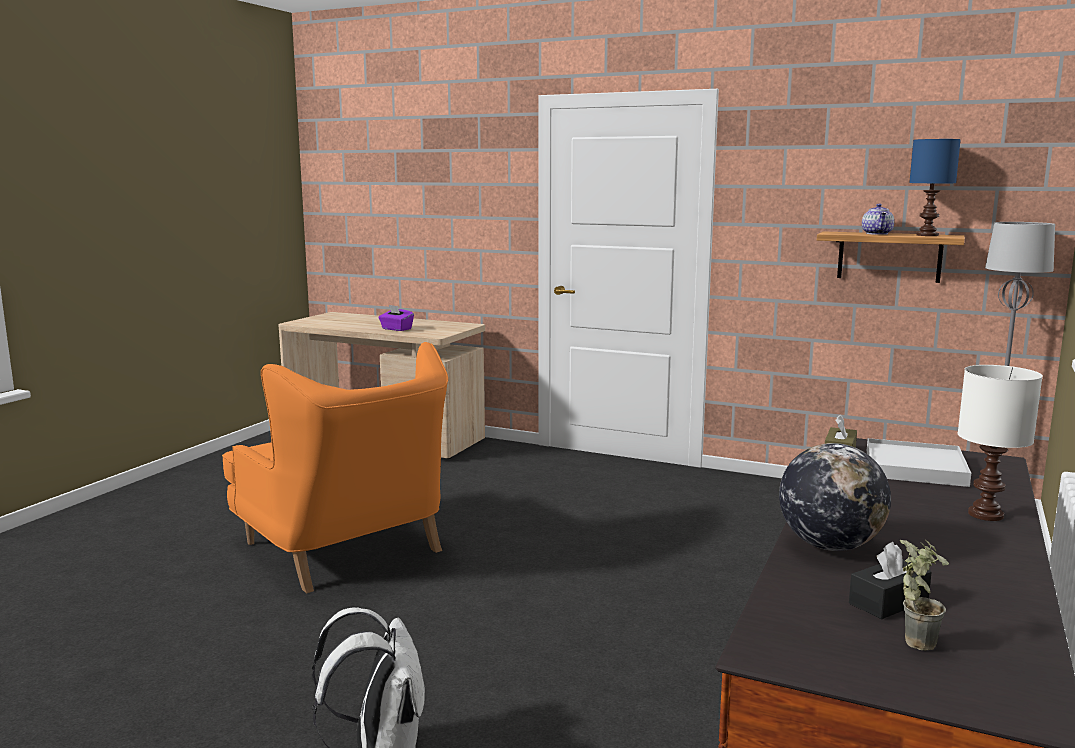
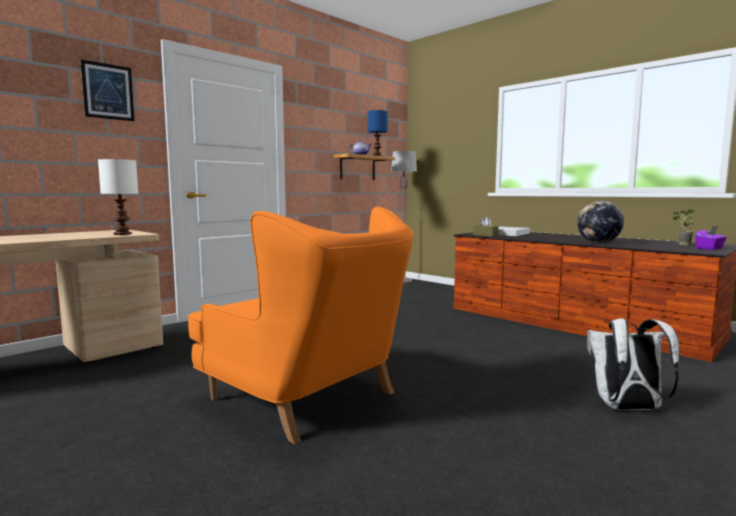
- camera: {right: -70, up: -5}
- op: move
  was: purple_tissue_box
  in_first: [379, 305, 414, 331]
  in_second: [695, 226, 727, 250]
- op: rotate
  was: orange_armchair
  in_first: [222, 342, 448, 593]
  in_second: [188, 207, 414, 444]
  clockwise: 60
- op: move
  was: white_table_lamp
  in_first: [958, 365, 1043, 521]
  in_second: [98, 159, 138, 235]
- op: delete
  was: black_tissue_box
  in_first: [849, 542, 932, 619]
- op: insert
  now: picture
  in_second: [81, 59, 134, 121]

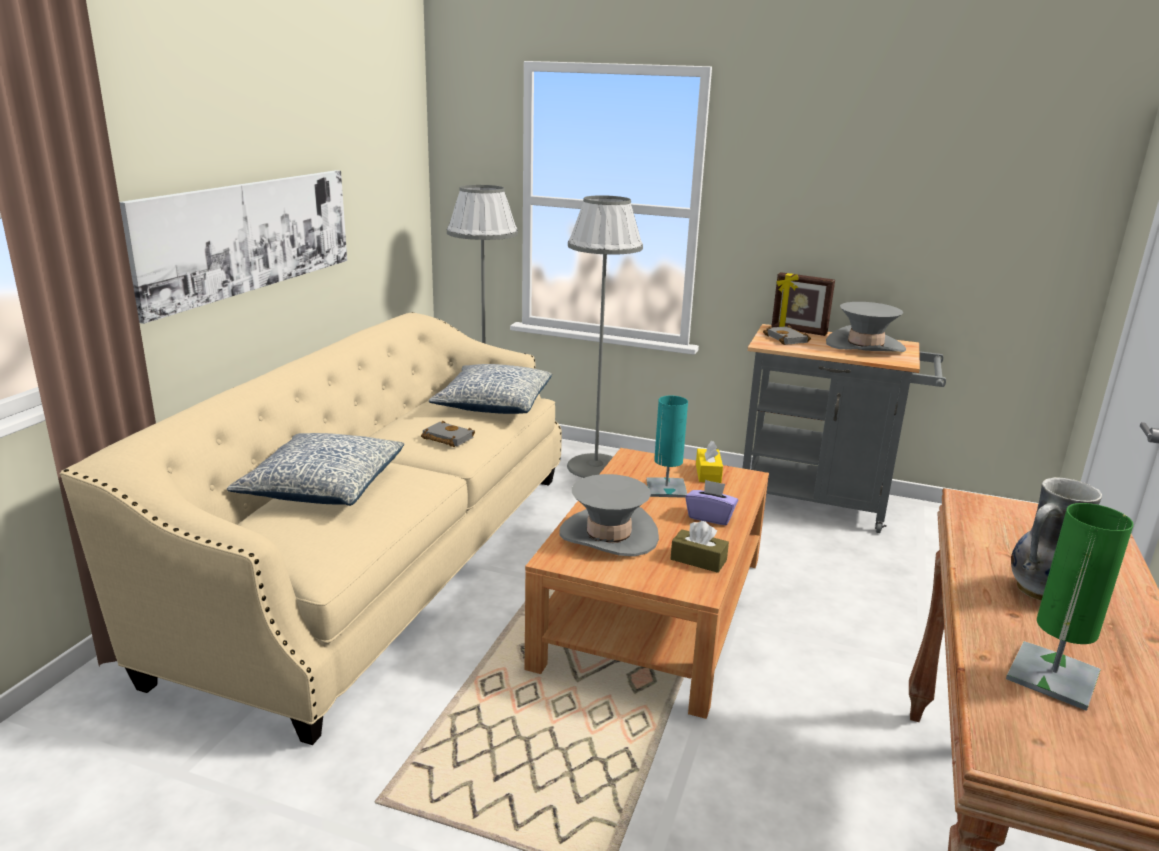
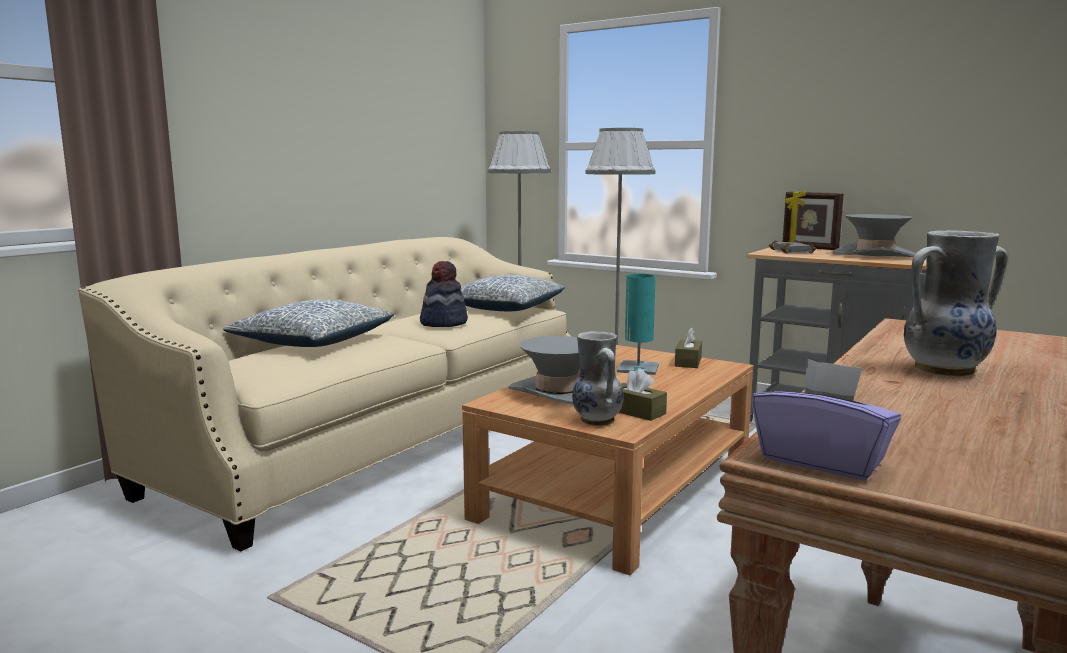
- camera: {right: 15, up: -10}
- op: delete
  was: picture
  in_first: [119, 170, 347, 324]
- op: replace
  was: grey_book
  now: hat
  in_first: [421, 421, 475, 447]
  in_second: [420, 261, 468, 327]
- op: recolor
  was: yellow_tissue_box
  now: brown_tissue_box
  in_first: [696, 441, 723, 483]
  in_second: [675, 327, 702, 368]
- op: move
  was: purple_tissue_box
  in_first: [685, 480, 738, 525]
  in_second: [752, 359, 901, 480]
- op: delete
  was: green_table_lamp
  in_first: [1006, 503, 1134, 711]
- op: insert
  now: vase
  in_second: [572, 331, 623, 426]

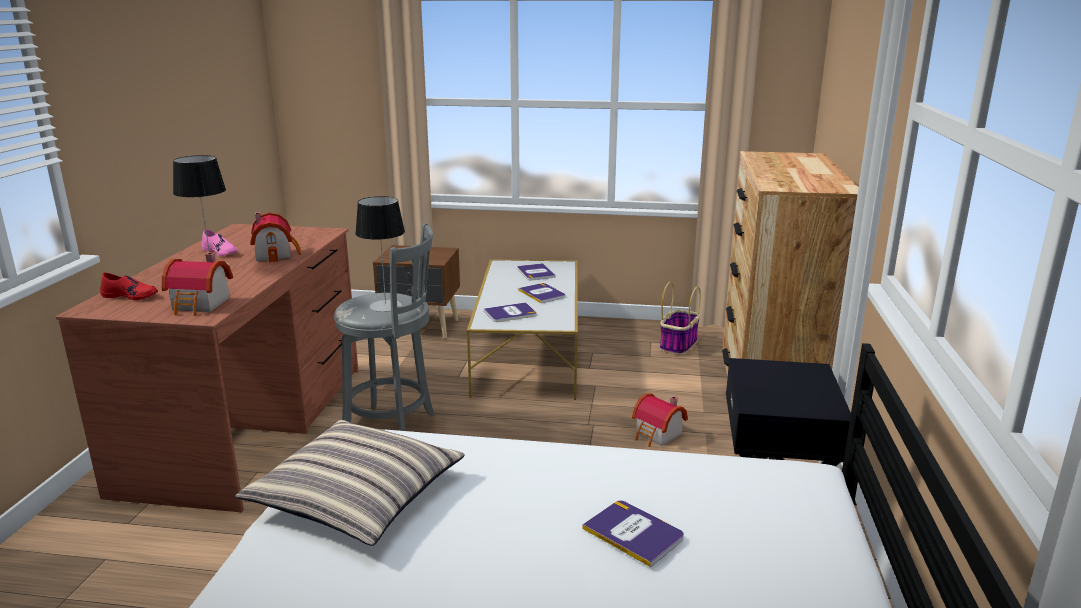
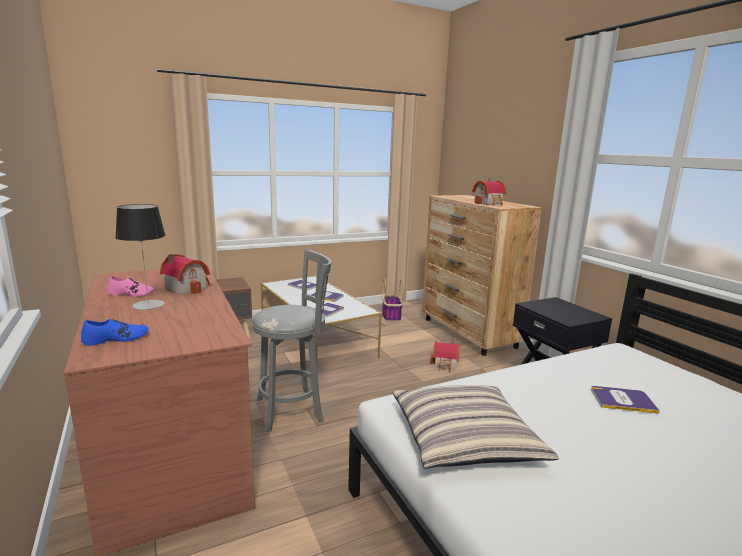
- camera: {right: -35, up: -5}
- op: delete
  was: table_lamp
  in_first: [355, 196, 405, 312]
- op: move
  was: toy_house
  in_first: [162, 253, 233, 316]
  in_second: [472, 178, 506, 206]
- op: recolor
  was: red_shoe
  now: blue_shoe
  in_first: [100, 272, 158, 300]
  in_second: [81, 319, 149, 346]

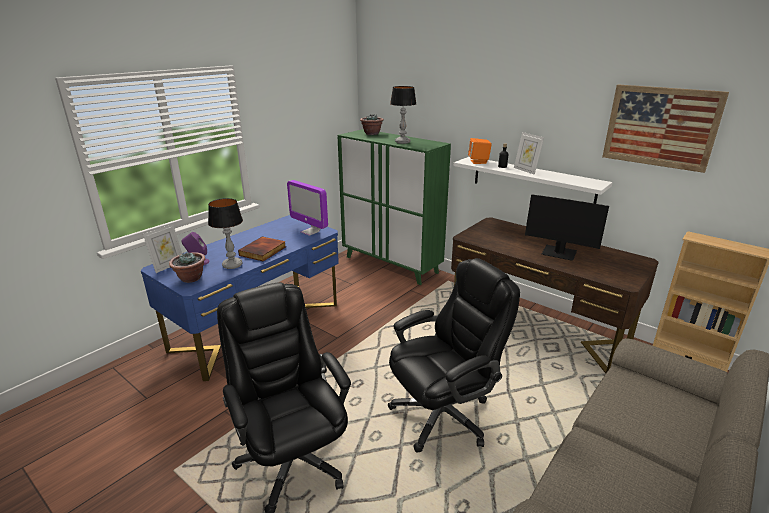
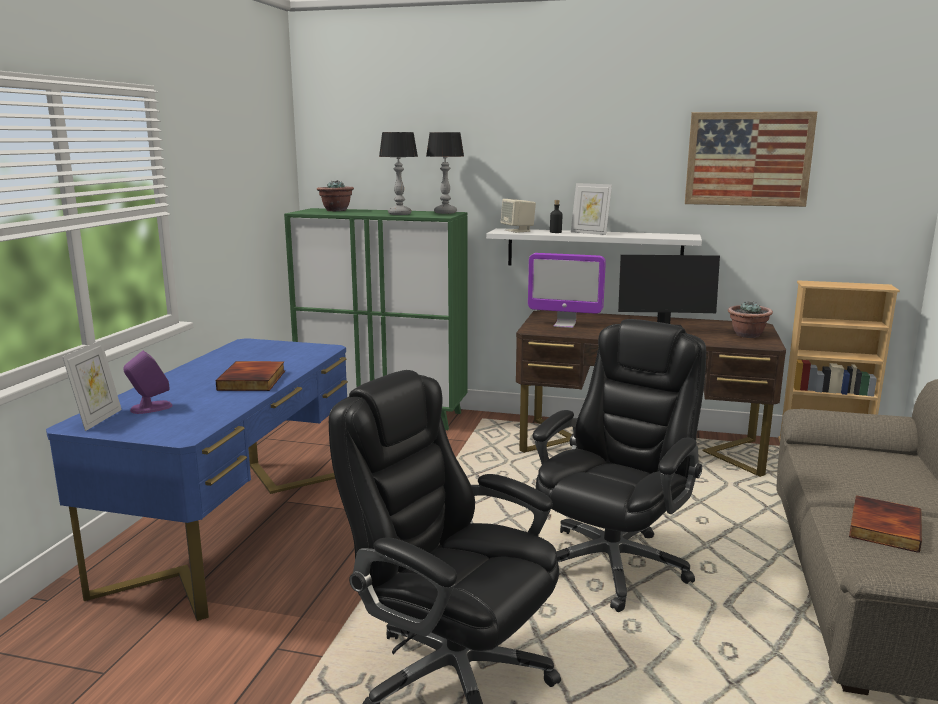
- camera: {right: -25, up: -10}
- op: recolor
  was: orange_speaker
  now: beige_speaker
  in_first: [468, 138, 492, 164]
  in_second: [501, 199, 536, 233]
- op: move
  was: monitor
  in_first: [287, 180, 328, 236]
  in_second: [528, 253, 606, 328]
- op: move
  was: table_lamp
  in_first: [208, 198, 243, 269]
  in_second: [426, 132, 464, 214]
- op: move
  was: potted_plant
  in_first: [169, 252, 205, 283]
  in_second: [728, 301, 773, 338]
- op: insert
  now: book
  in_second: [849, 495, 922, 553]

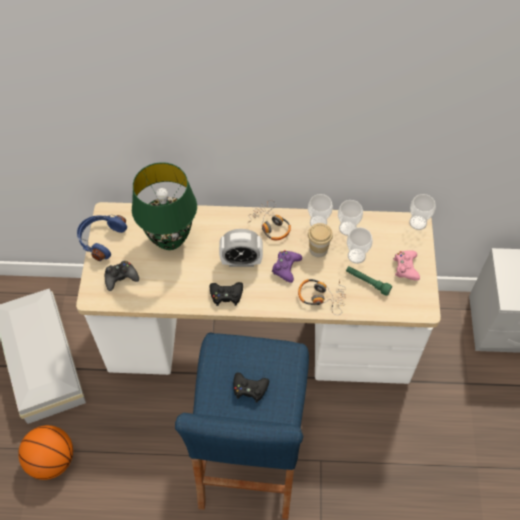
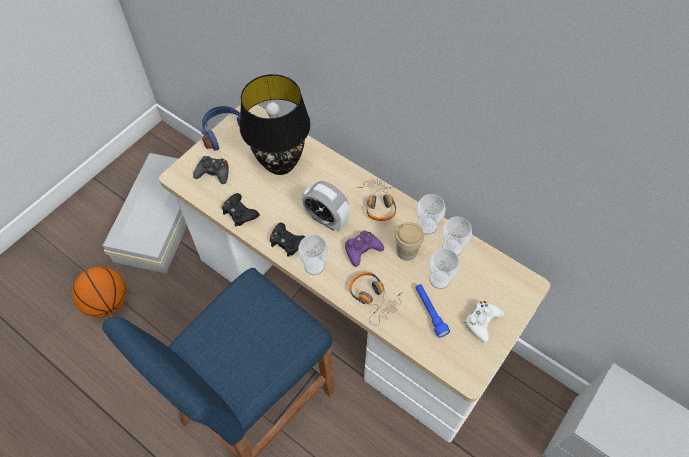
- camera: {right: 35, up: 0}
- op: recolor
  was: green_table_lamp
  now: black_table_lamp
  in_first: [132, 162, 197, 250]
  in_second: [240, 74, 310, 175]
- op: move
  was: cup
  in_first: [409, 194, 436, 230]
  in_second: [298, 235, 328, 275]
- op: recolor
  was: pink_game_controller
  now: white_game_controller
  in_first: [393, 250, 420, 281]
  in_second: [464, 301, 504, 343]
- op: recolor
  was: green_flashlight
  now: blue_flashlight
  in_first: [346, 266, 392, 296]
  in_second: [415, 284, 450, 338]
- op: move
  was: black_game_controller
  in_first: [233, 373, 269, 403]
  in_second: [222, 193, 260, 227]

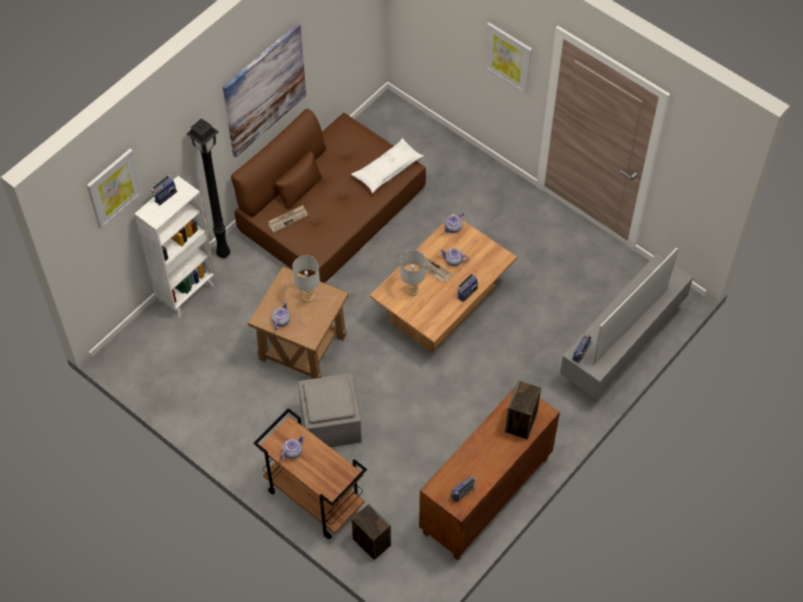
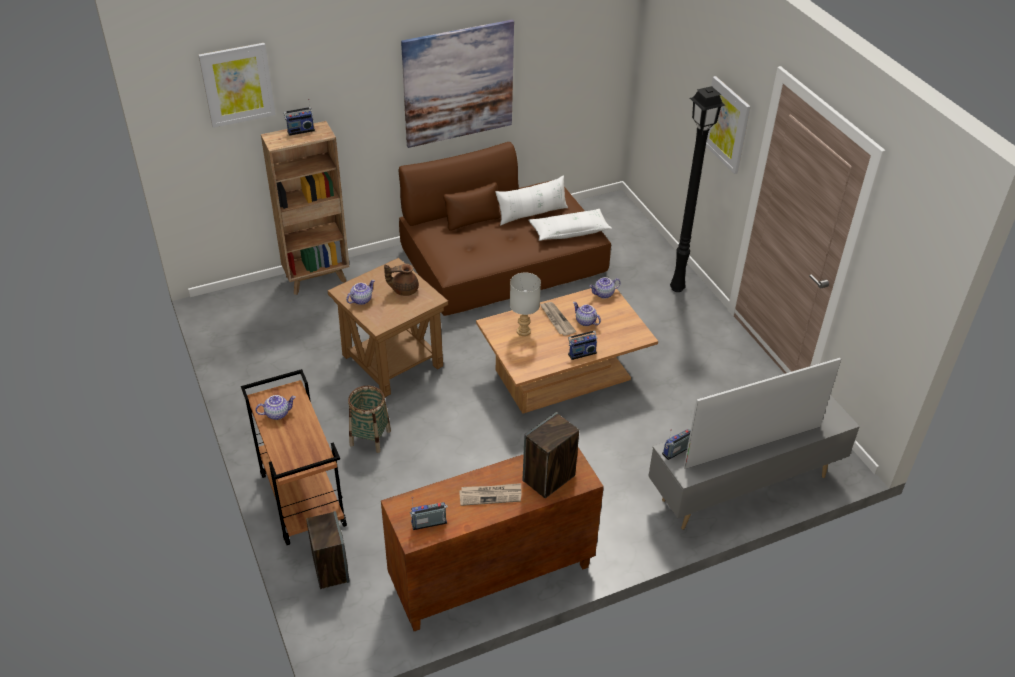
- camera: {right: 25, up: -15}
- op: move
  was: black_floor_lamp
  in_first: [187, 118, 230, 258]
  in_second: [670, 86, 726, 292]
- op: recolor
  was: white_bookcase
  now: brown_bookcase
  in_first: [135, 176, 215, 317]
  in_second: [261, 121, 349, 295]
- op: move
  was: newspaper
  in_first: [268, 205, 308, 233]
  in_second: [459, 483, 522, 506]
- op: replace
  was: grey_table_lamp
  now: brown_teapot
  in_first: [292, 256, 320, 302]
  in_second: [384, 263, 419, 296]
- op: replace
  was: grey_ottoman
  now: basket
  in_first: [298, 373, 362, 447]
  in_second: [348, 386, 391, 453]
- op: insert
  now: white_pillow
  in_second: [495, 175, 568, 226]

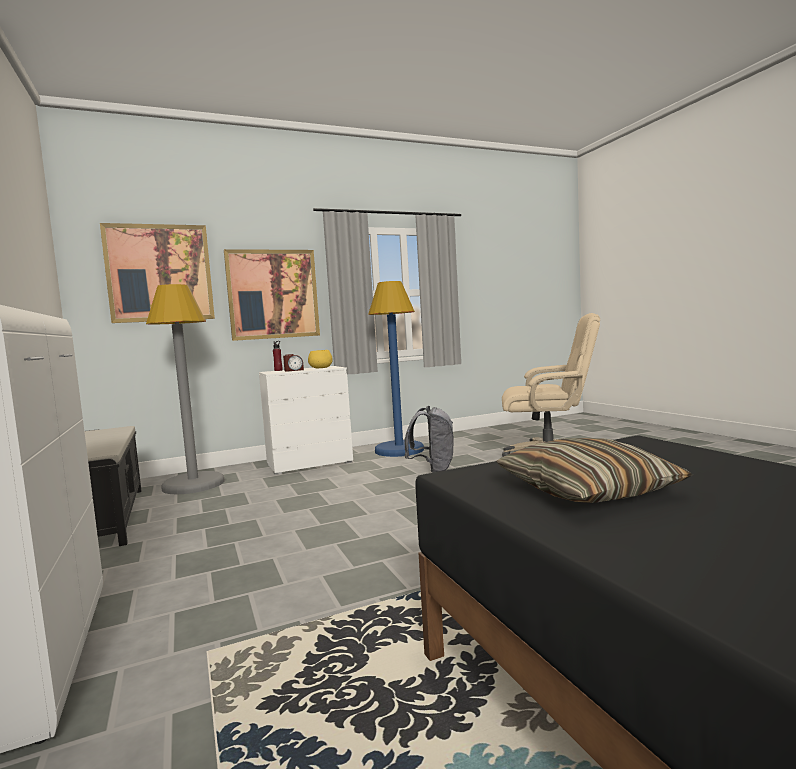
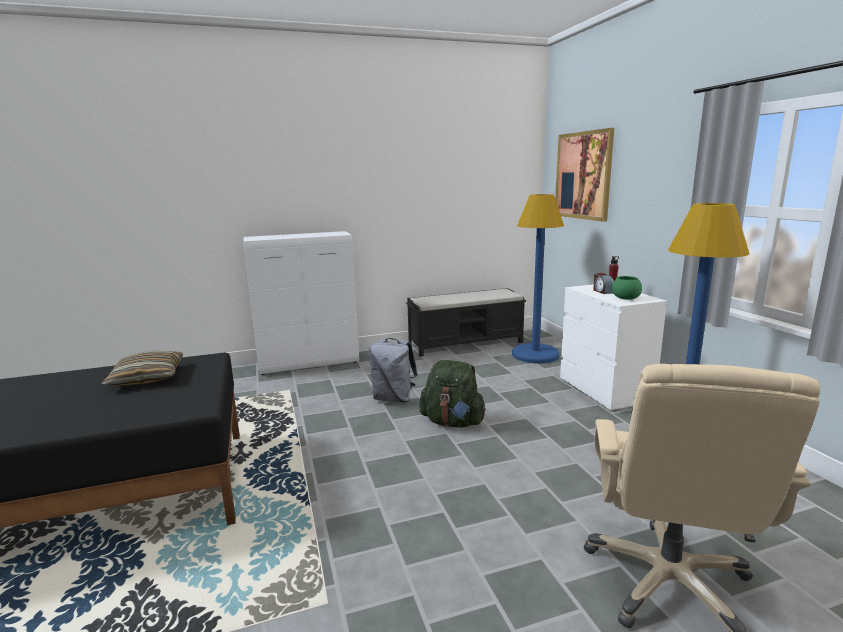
- camera: {right: 95, up: 10}
- op: delete
  was: picture
  in_first: [224, 249, 320, 341]
- op: recolor
  was: grey_floor_lamp
  now: blue_floor_lamp
  in_first: [146, 284, 225, 494]
  in_second: [512, 194, 564, 364]
- op: recolor
  was: yellow_bowl
  now: green_bowl
  in_first: [308, 350, 333, 368]
  in_second: [612, 276, 642, 300]
- op: move
  was: grey_backpack
  in_first: [405, 406, 454, 473]
  in_second: [369, 338, 418, 403]
- op: insert
  now: green_backpack
  in_second: [420, 360, 486, 428]

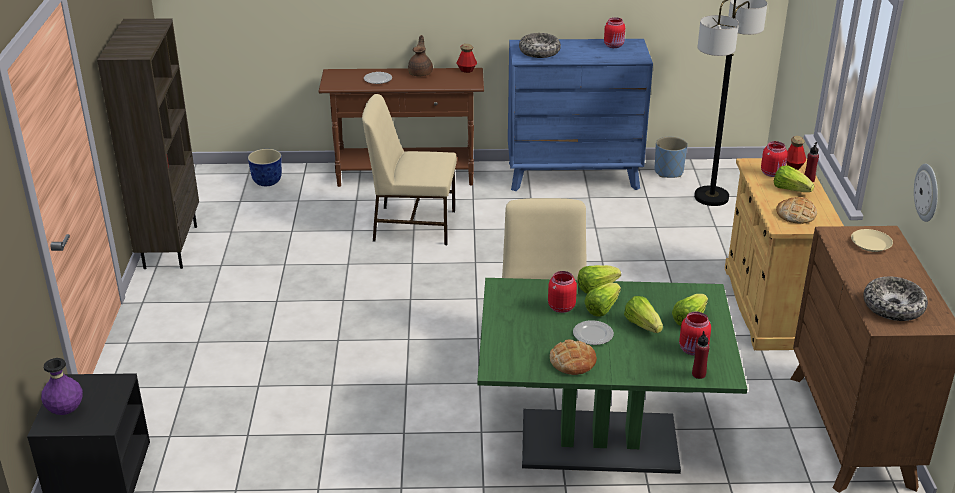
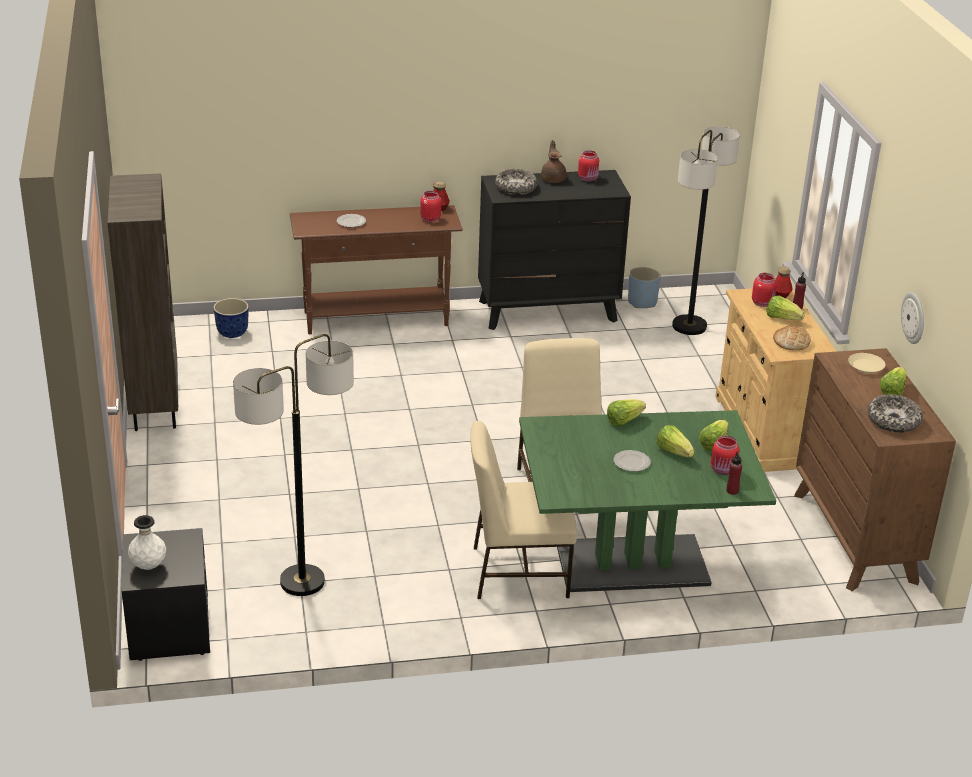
- camera: {right: -10, up: 0}
- op: move
  was: brown_teapot
  in_first: [408, 35, 433, 76]
  in_second: [541, 140, 566, 183]
- op: recolor
  was: blue_dresser
  now: black_dresser
  in_first: [508, 39, 653, 191]
  in_second: [478, 170, 631, 330]
- op: move
  was: beige_chair
  in_first: [362, 94, 457, 245]
  in_second: [470, 421, 577, 599]
- op: move
  was: red_jar
  in_first: [548, 271, 577, 313]
  in_second: [420, 191, 441, 222]
- op: move
  was: lettuce
  in_first: [584, 283, 621, 317]
  in_second: [880, 367, 906, 395]
- op: delete
  was: bread
  in_first: [550, 340, 597, 375]
- op: recolor
  was: purple_vase
  now: white_vase
  in_first: [41, 358, 83, 415]
  in_second: [128, 515, 166, 570]
- op: insert
  now: floor_lamp
  in_second: [233, 334, 354, 596]

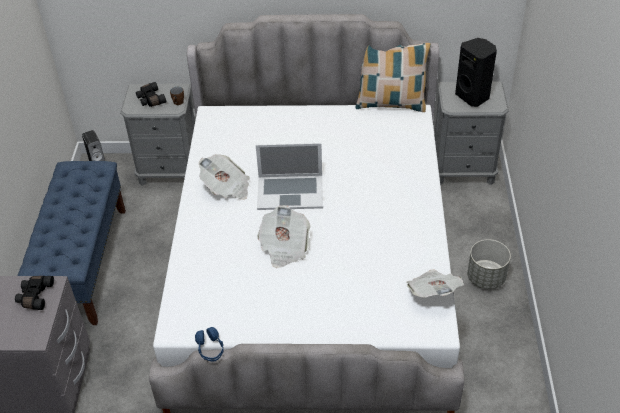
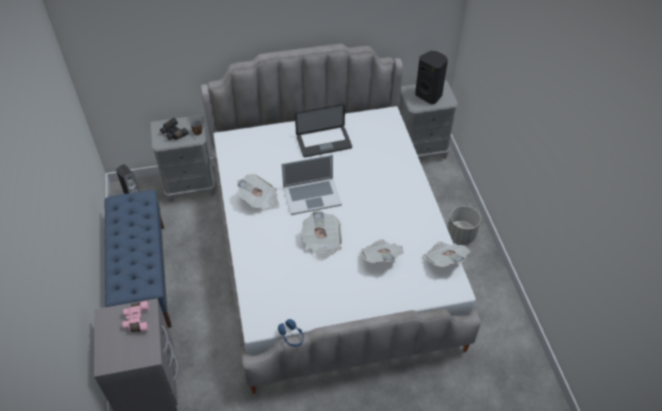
- camera: {right: -15, up: 5}
- op: delete
  was: pillow
  in_first: [355, 43, 431, 112]
- op: recolor
  was: black_binoculars
  now: pink_binoculars
  in_first: [15, 276, 54, 310]
  in_second: [122, 301, 149, 332]
- op: insert
  now: laptop
  in_second: [295, 104, 352, 157]
- op: insert
  now: newspaper
  in_second: [361, 239, 404, 263]

